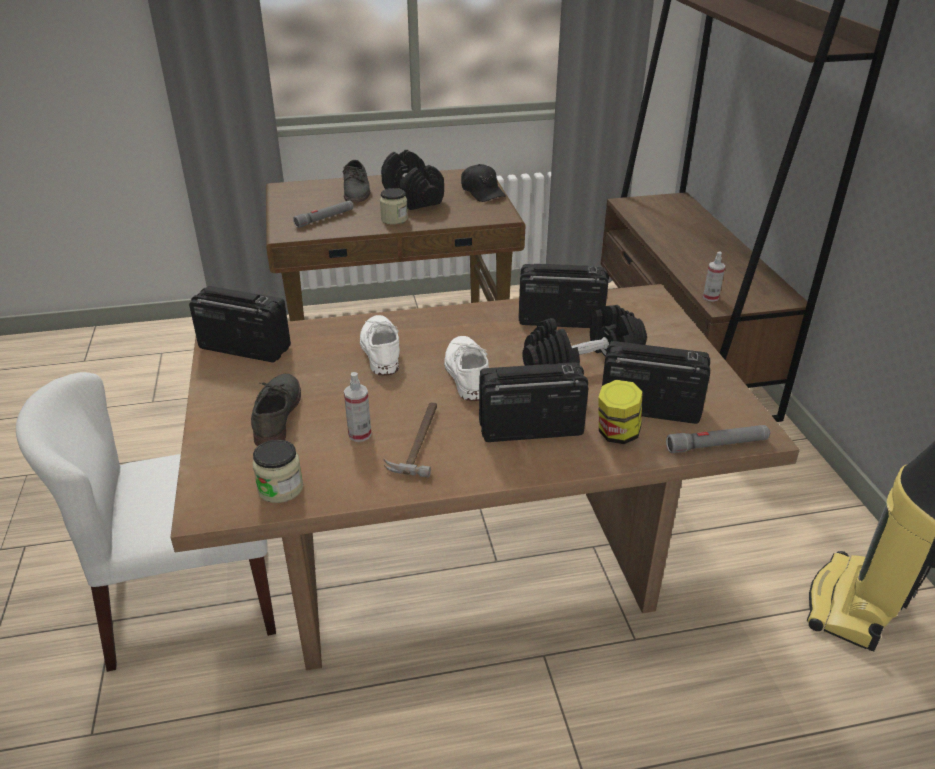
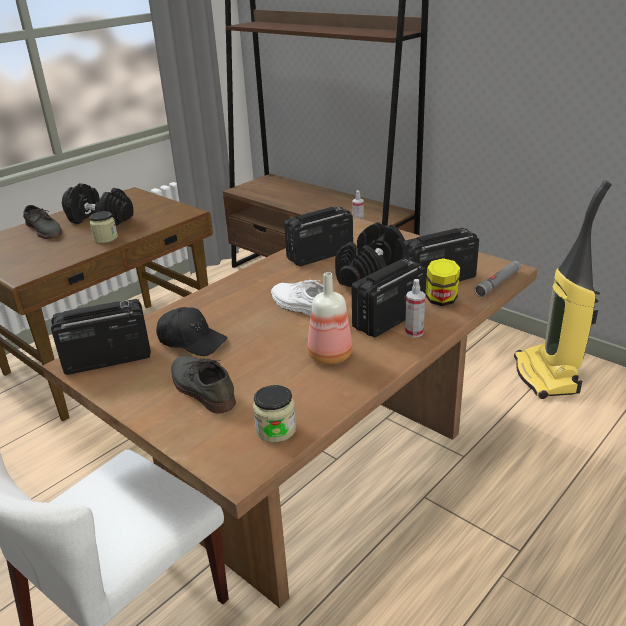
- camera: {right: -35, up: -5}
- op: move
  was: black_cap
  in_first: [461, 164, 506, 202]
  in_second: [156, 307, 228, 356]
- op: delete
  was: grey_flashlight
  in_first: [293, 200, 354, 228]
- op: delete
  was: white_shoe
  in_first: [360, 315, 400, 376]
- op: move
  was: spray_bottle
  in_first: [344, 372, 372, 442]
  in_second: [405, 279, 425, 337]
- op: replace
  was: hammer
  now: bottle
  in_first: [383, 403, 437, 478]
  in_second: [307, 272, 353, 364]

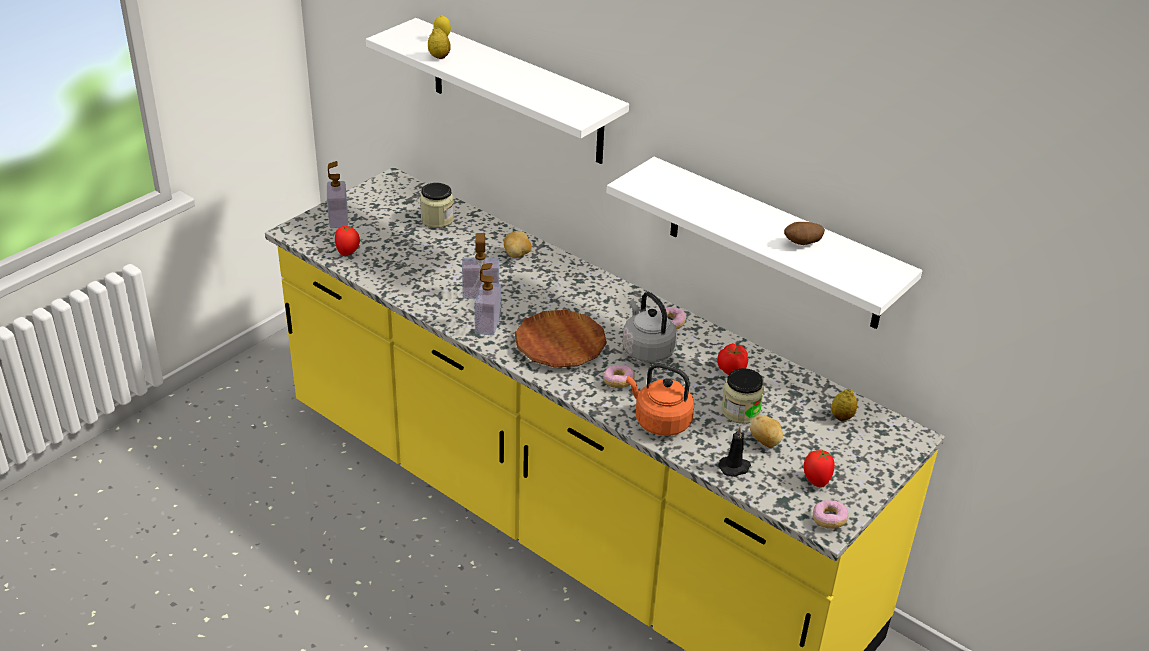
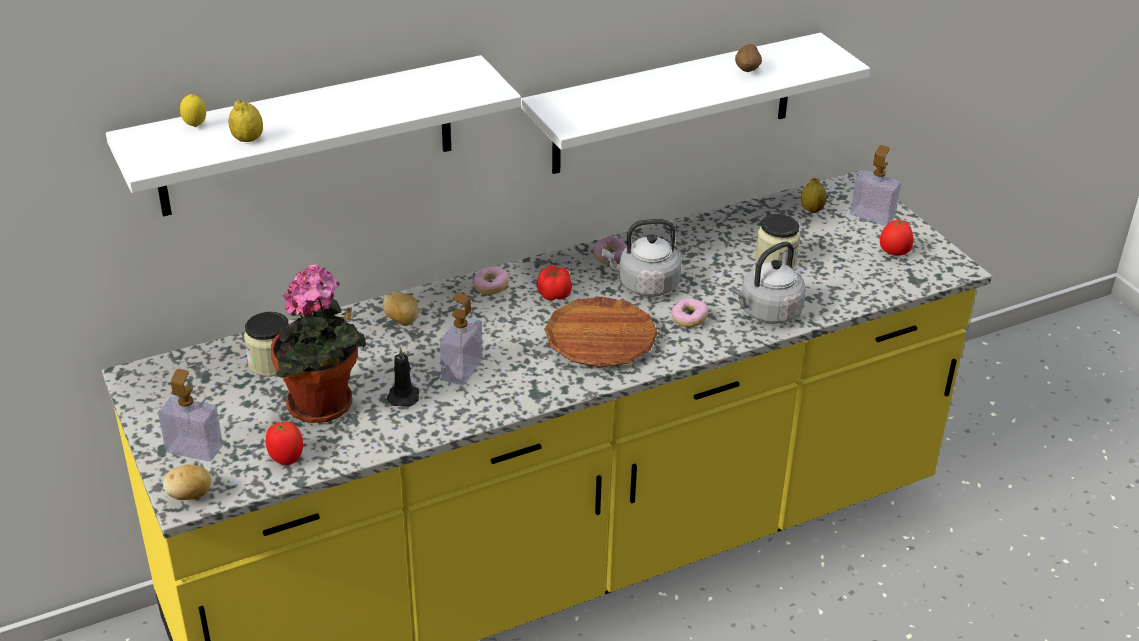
- camera: {right: -65, up: 0}
- op: move
  was: soap_dispenser
  in_first: [474, 263, 501, 336]
  in_second: [850, 145, 901, 226]
- op: move
  was: tomato
  in_first: [717, 344, 748, 375]
  in_second: [538, 265, 572, 300]
- op: recolor
  was: orange_kettle
  now: grey_kettle
  in_first: [626, 363, 694, 436]
  in_second: [733, 241, 806, 324]
- op: move
  was: potato
  in_first: [750, 415, 783, 447]
  in_second: [163, 464, 212, 500]
- op: move
  was: black_candle
  in_first: [718, 427, 751, 477]
  in_second: [387, 347, 419, 407]
- op: move
  was: donut
  in_first: [813, 500, 848, 529]
  in_second: [473, 267, 509, 295]
- op: insert
  now: potted_plant
  in_second: [271, 264, 366, 423]

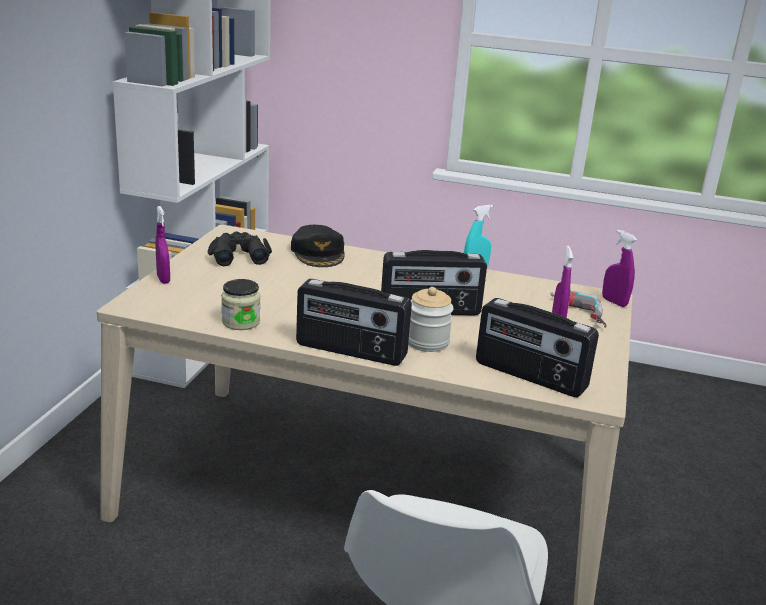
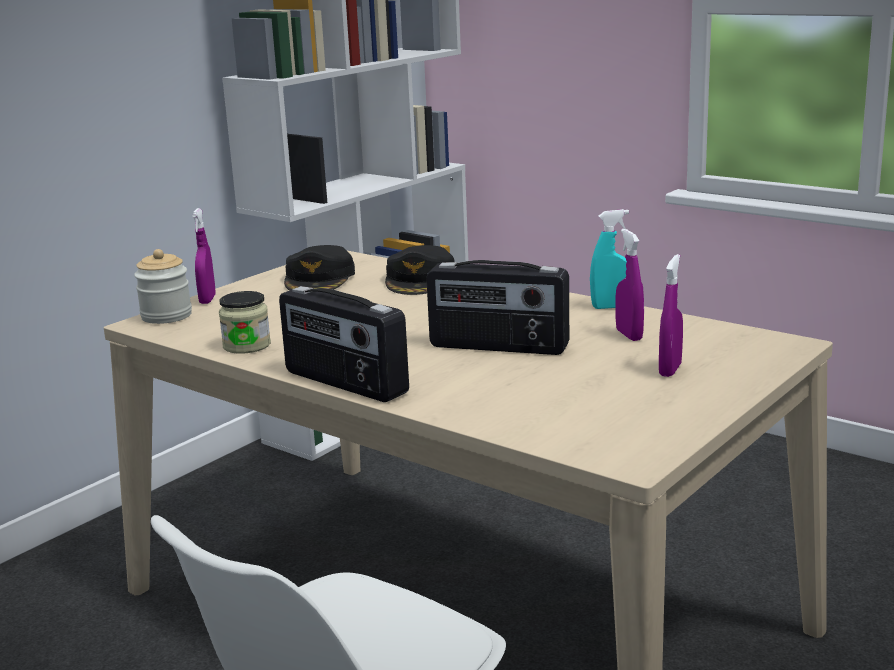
- camera: {right: 25, up: -5}
- op: move
  was: purple_spray_bottle
  in_first: [602, 230, 637, 307]
  in_second: [616, 229, 644, 341]
- op: replace
  was: black_binoculars
  now: black_cap
  in_first: [208, 231, 272, 266]
  in_second: [284, 245, 355, 290]
- op: move
  was: jar
  in_first: [408, 287, 454, 352]
  in_second: [134, 249, 192, 324]
- op: delete
  was: power_drill
  in_first: [550, 291, 607, 328]
- op: delete
  was: radio
  in_first: [476, 298, 599, 397]

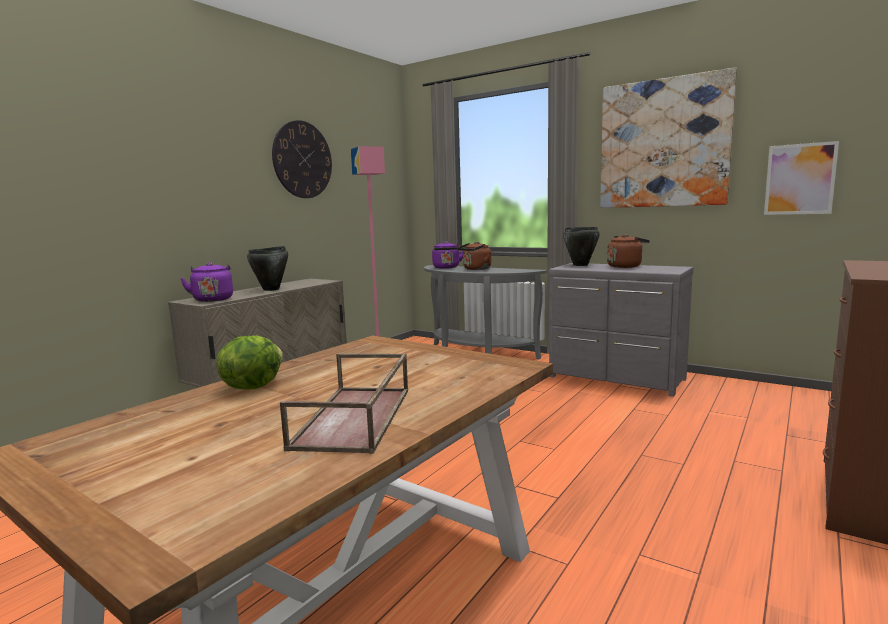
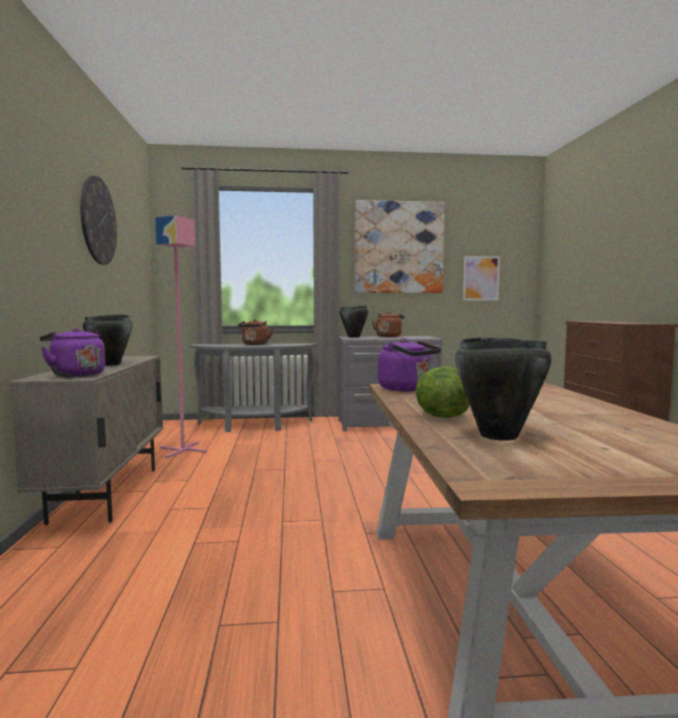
- camera: {right: -40, up: -5}
- op: move
  was: purple_kettle
  in_first: [432, 241, 463, 269]
  in_second: [378, 338, 441, 392]
- op: delete
  was: brown_tray
  in_first: [280, 353, 408, 454]
- op: insert
  now: black_cooking_pot
  in_second: [455, 337, 552, 441]

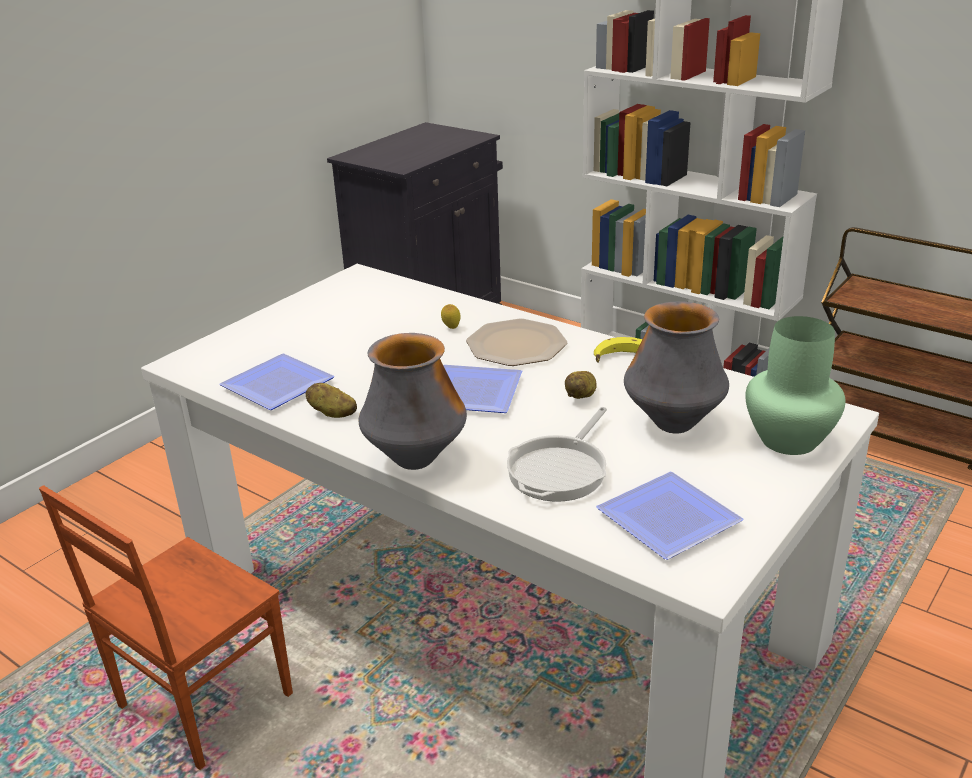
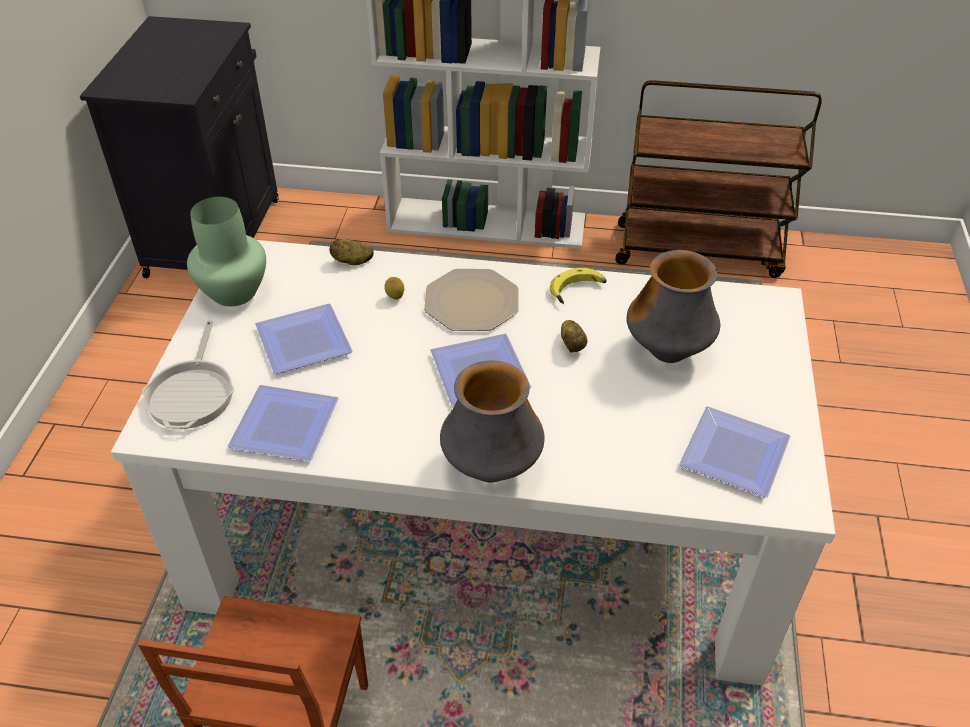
- camera: {right: -30, up: 15}
- op: move
  was: green_vase
  in_first: [745, 316, 846, 455]
  in_second: [187, 197, 266, 307]
- op: move
  was: potato
  in_first: [306, 383, 357, 418]
  in_second: [329, 239, 374, 265]
- op: move
  was: frying_pan
  in_first: [507, 407, 607, 502]
  in_second: [142, 320, 234, 429]
- op: insert
  now: plate
  in_second: [255, 303, 353, 374]

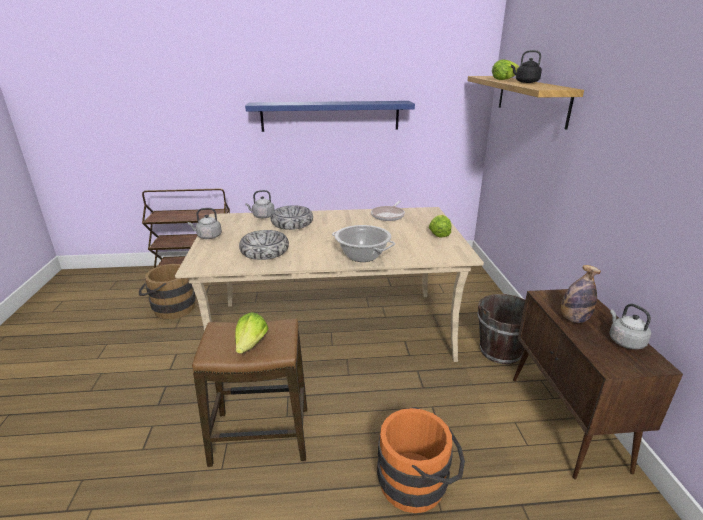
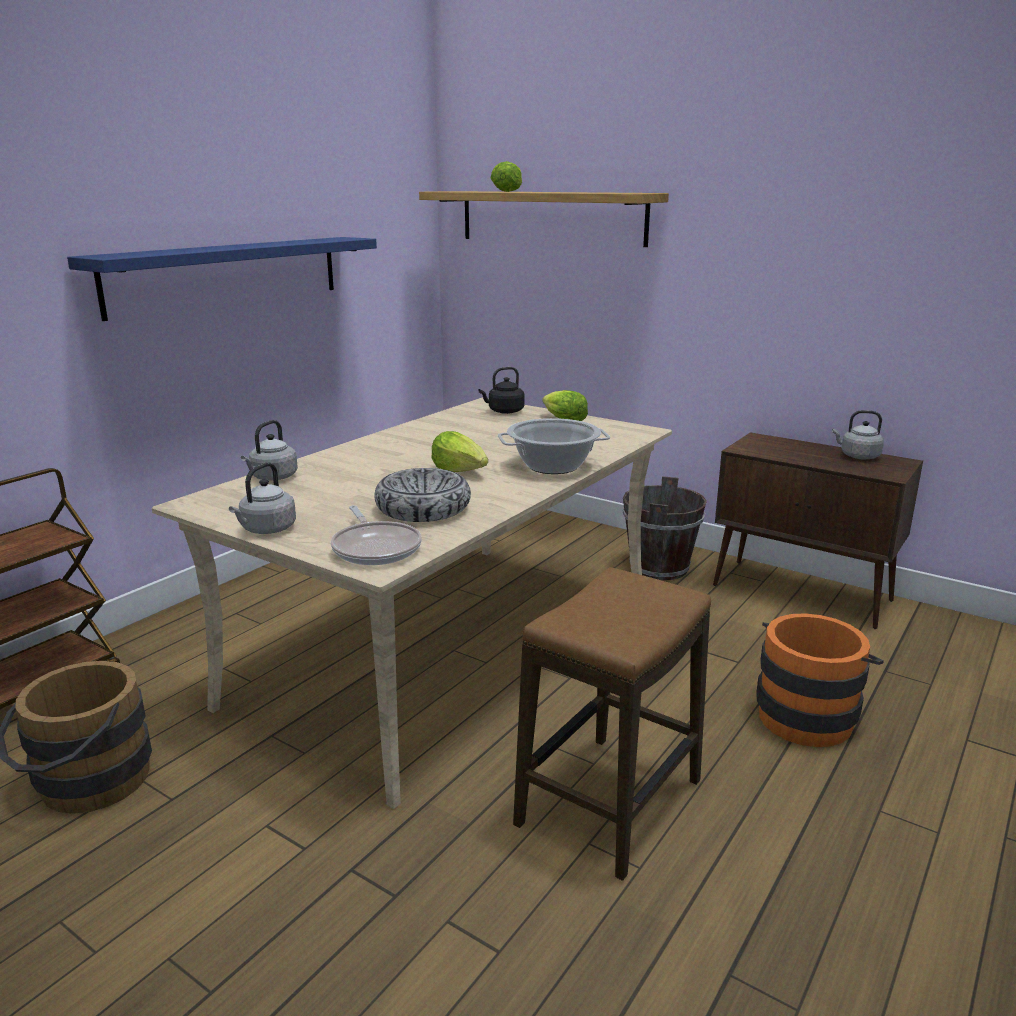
- camera: {right: -50, up: -5}
- op: move
  was: black_kettle
  in_first: [511, 50, 542, 83]
  in_second: [478, 367, 525, 414]
- op: move
  was: frying_pan
  in_first: [371, 201, 405, 221]
  in_second: [331, 505, 422, 565]
- op: delete
  was: bowl
  in_first: [270, 205, 313, 230]
- op: delete
  was: bottle
  in_first: [561, 265, 601, 323]
- op: move
  was: lettuce
  in_first: [235, 312, 268, 354]
  in_second: [431, 431, 488, 472]

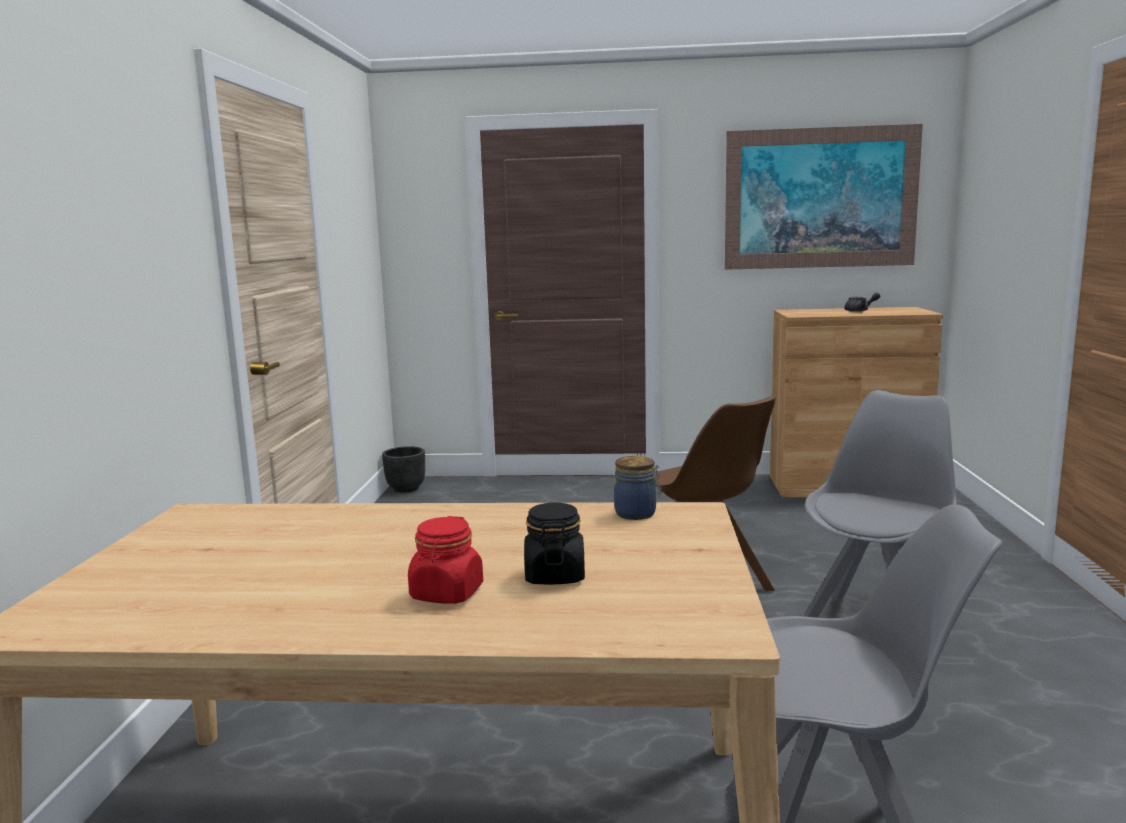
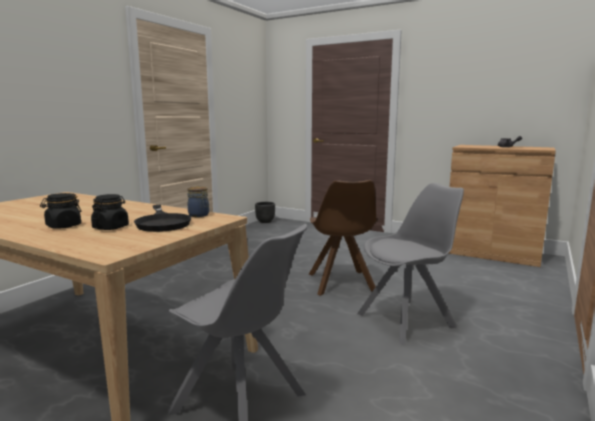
- camera: {right: 25, up: 0}
- op: delete
  was: picture
  in_first: [725, 124, 923, 270]
- op: recolor
  was: red_jar
  now: black_jar
  in_first: [408, 516, 483, 604]
  in_second: [40, 193, 82, 228]
- op: insert
  now: black_frying_pan
  in_second: [134, 205, 191, 232]

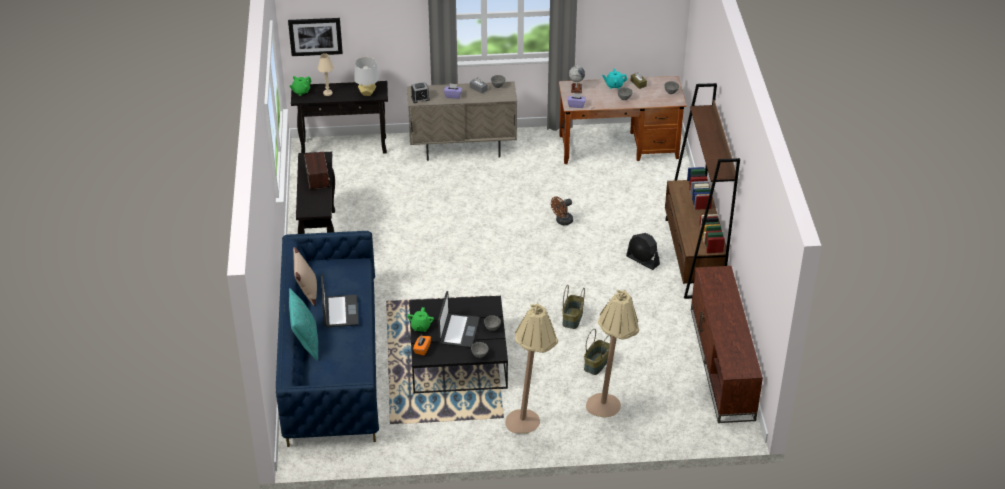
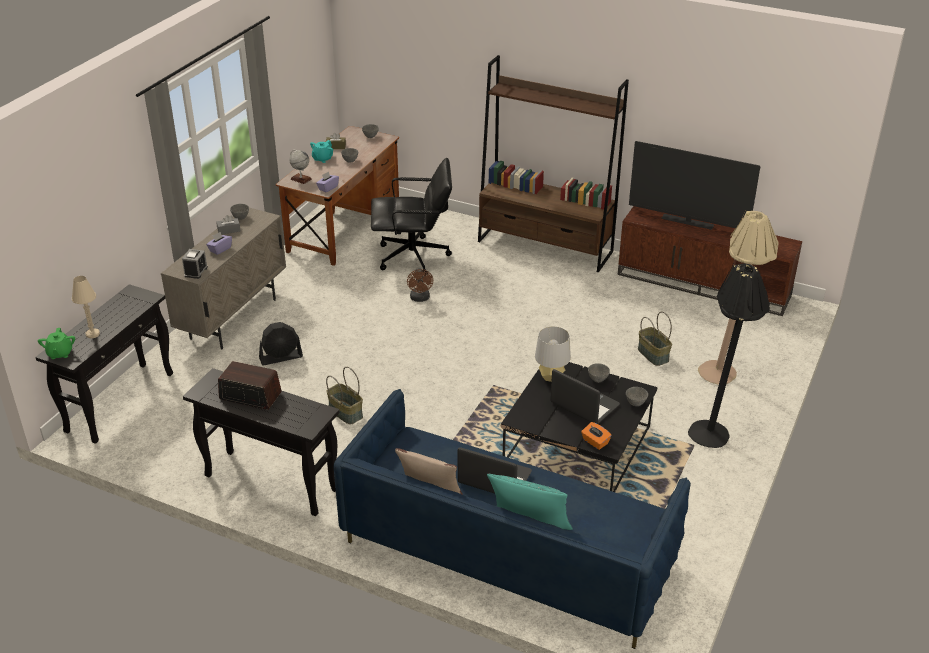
- camera: {right: -60, up: -5}
- op: delete
  was: picture
  in_first: [288, 18, 343, 56]
- op: move
  was: grey_table_lamp
  in_first: [354, 57, 379, 96]
  in_second: [535, 326, 571, 382]
- op: move
  was: black_fan
  in_first: [626, 233, 660, 270]
  in_second: [259, 322, 303, 365]
- op: move
  was: basket
  in_first: [562, 284, 585, 329]
  in_second: [326, 367, 363, 424]
- op: recolor
  was: beige_floor_lamp
  now: black_floor_lamp
  in_first: [505, 303, 558, 434]
  in_second: [688, 264, 770, 448]
- op: delete
  was: green_teapot
  in_first: [407, 307, 434, 332]
- op: insert
  now: television
  in_second: [629, 141, 760, 230]
- op: insert
  now: black_office_chair
  in_second: [371, 158, 452, 276]

